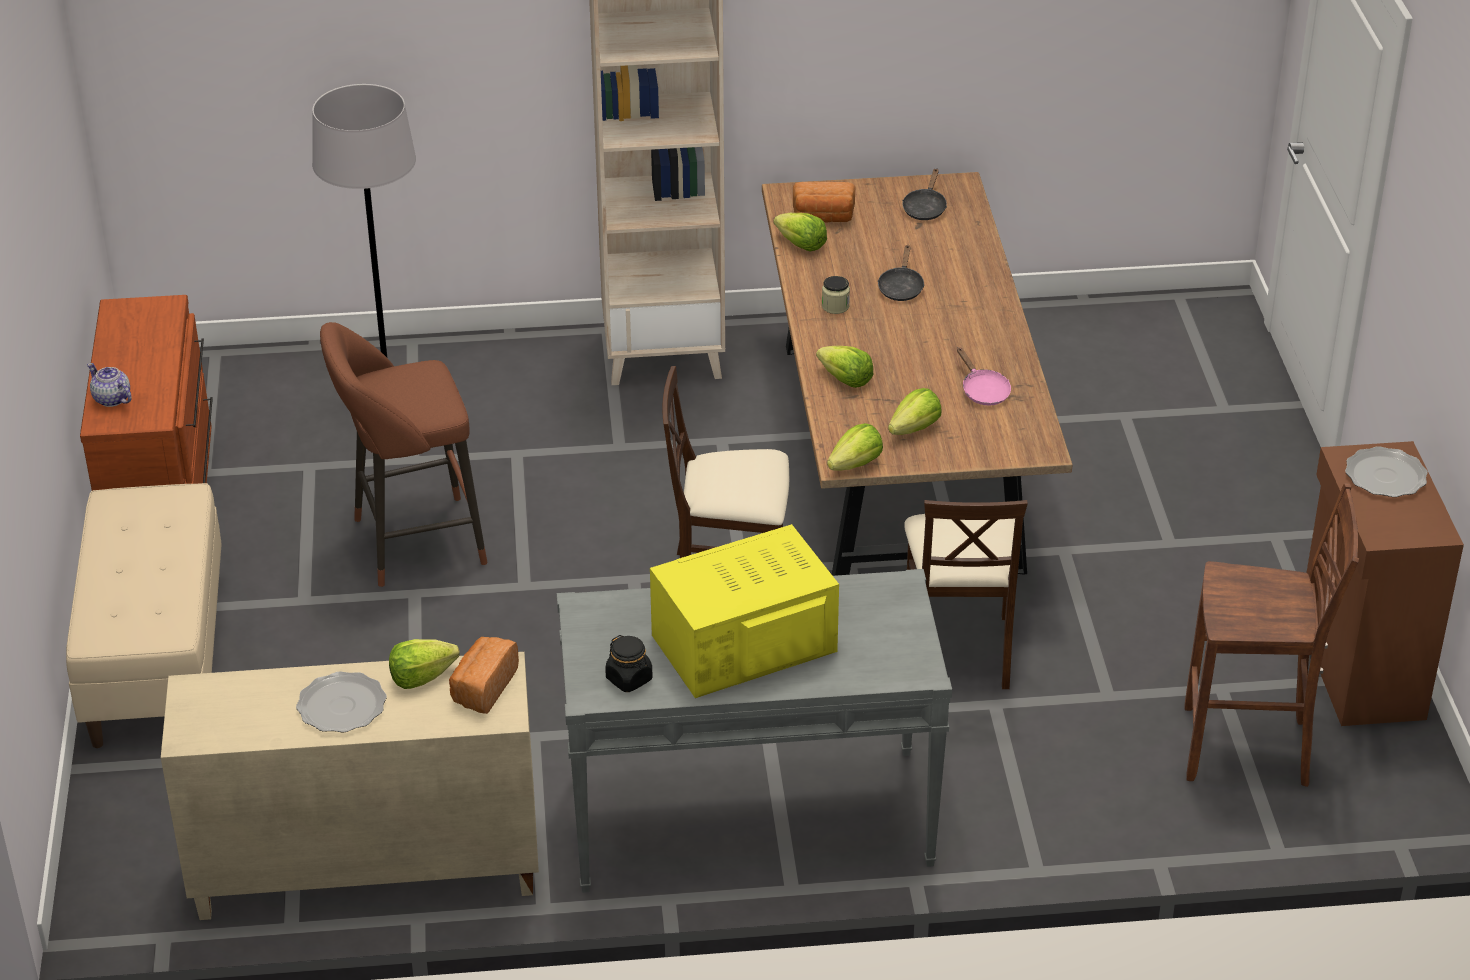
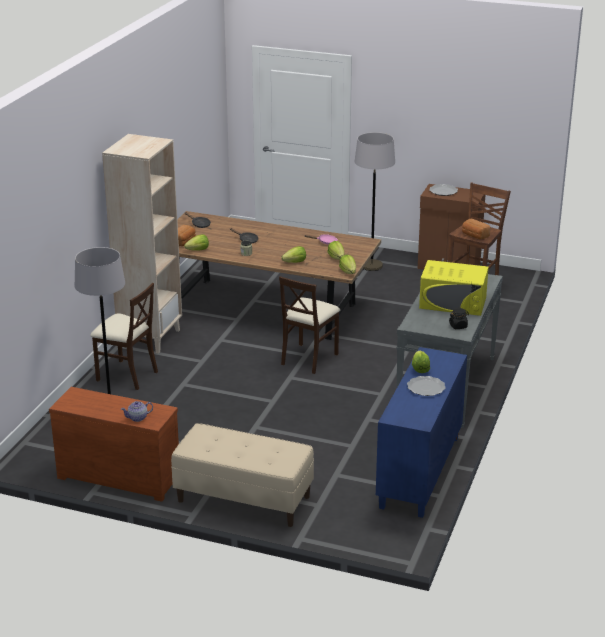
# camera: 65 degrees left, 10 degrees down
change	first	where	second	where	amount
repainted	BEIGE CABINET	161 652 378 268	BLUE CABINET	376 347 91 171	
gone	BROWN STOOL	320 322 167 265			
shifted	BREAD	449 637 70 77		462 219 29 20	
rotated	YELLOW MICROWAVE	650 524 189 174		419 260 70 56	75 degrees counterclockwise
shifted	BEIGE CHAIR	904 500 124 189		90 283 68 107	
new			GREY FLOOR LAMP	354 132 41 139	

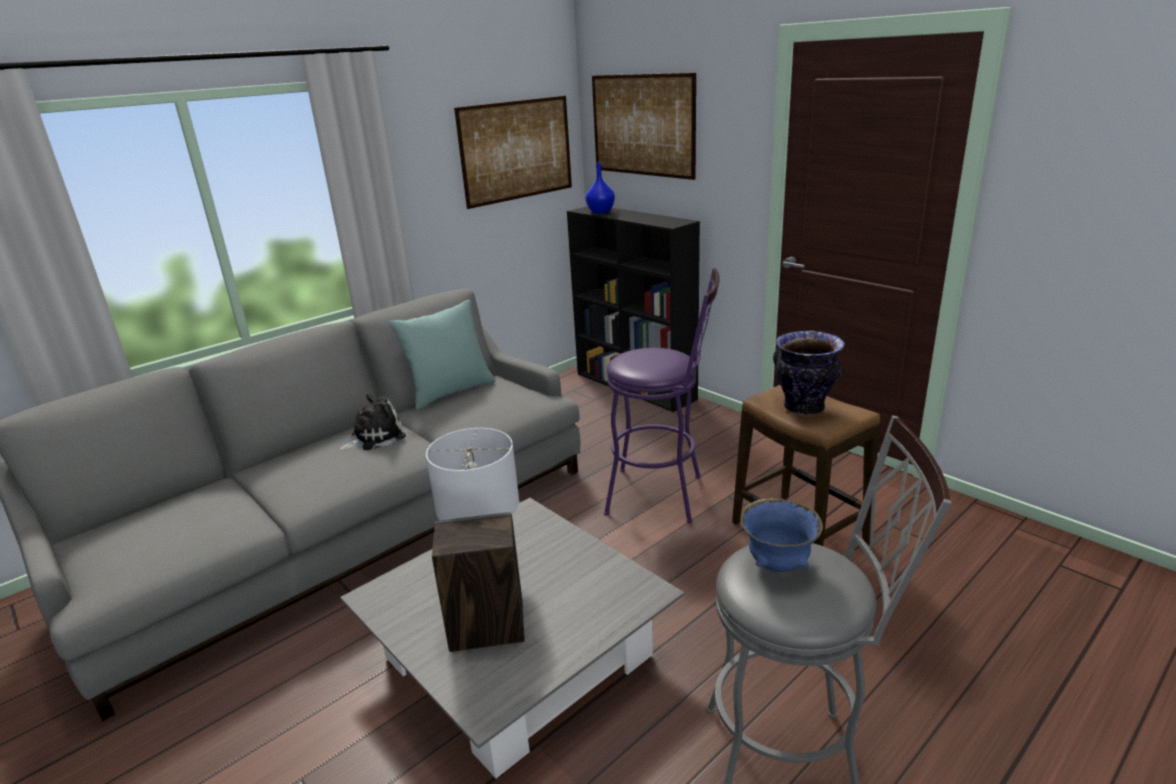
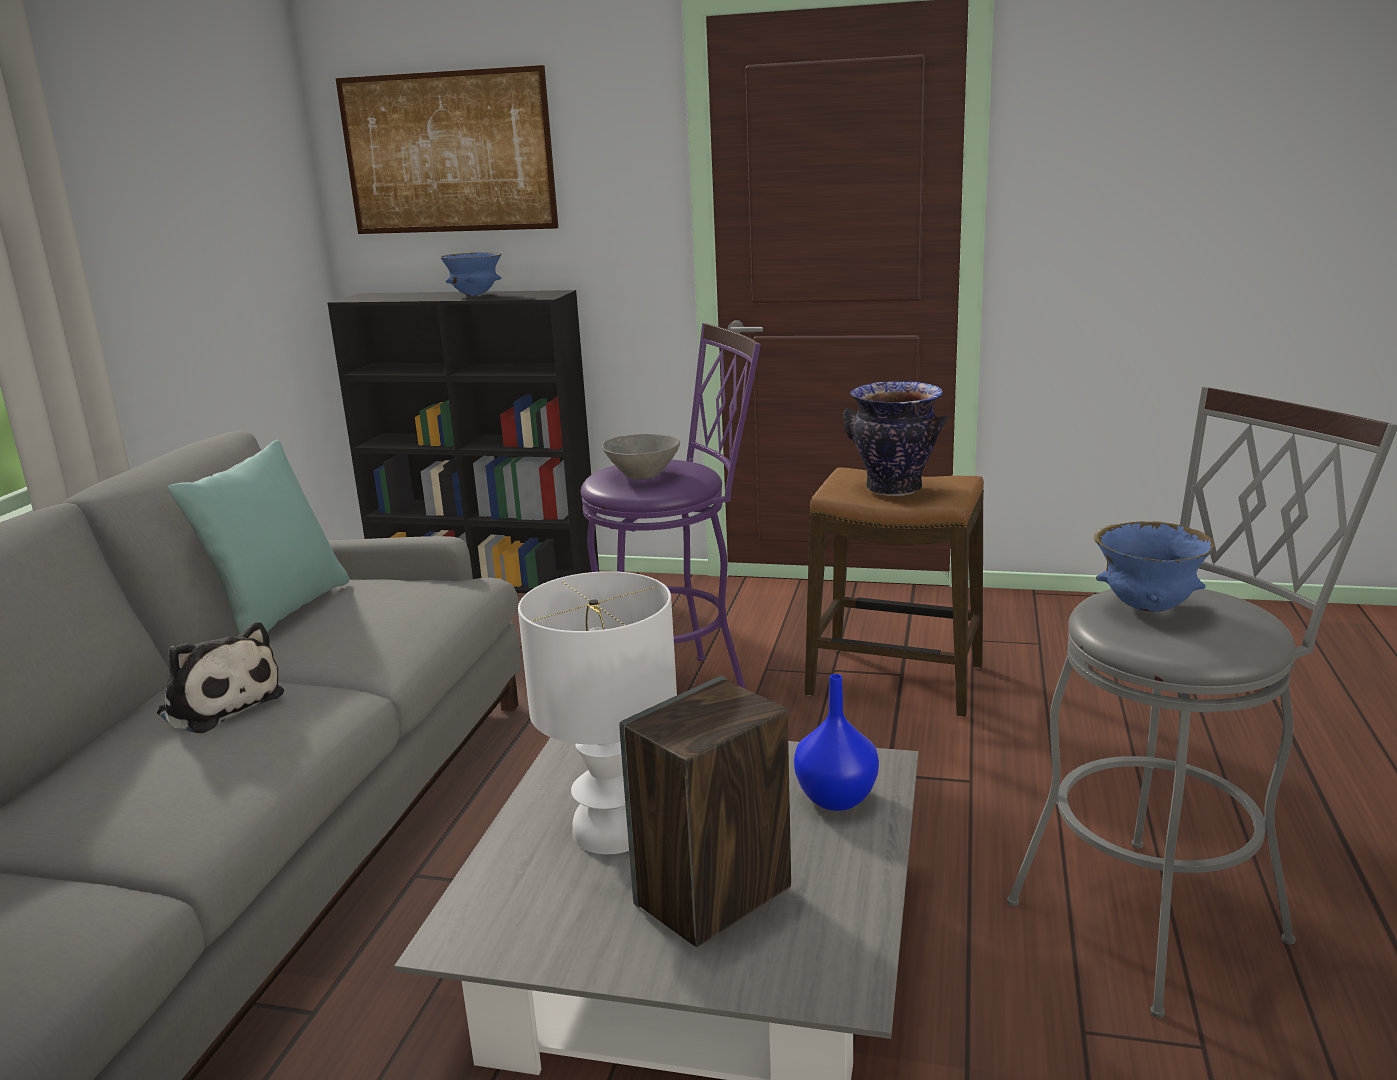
# camera: 35 degrees left, 5 degrees down
change	first	where	second	where	amount
rotated	PLUSH TOY	339 394 67 56		157 622 127 111	105 degrees clockwise
gone	PICTURE	454 96 118 113			
shifted	BLUE VASE	585 162 30 52		794 674 85 137	
new			BLUE BOWL	440 252 62 44	
new			GREY BOWL	602 434 78 46	

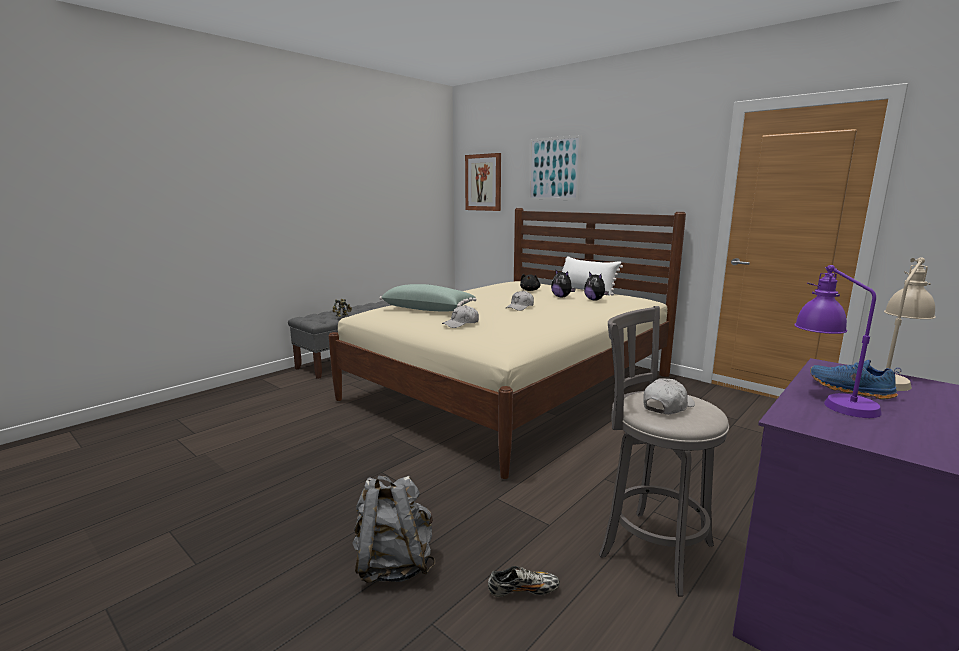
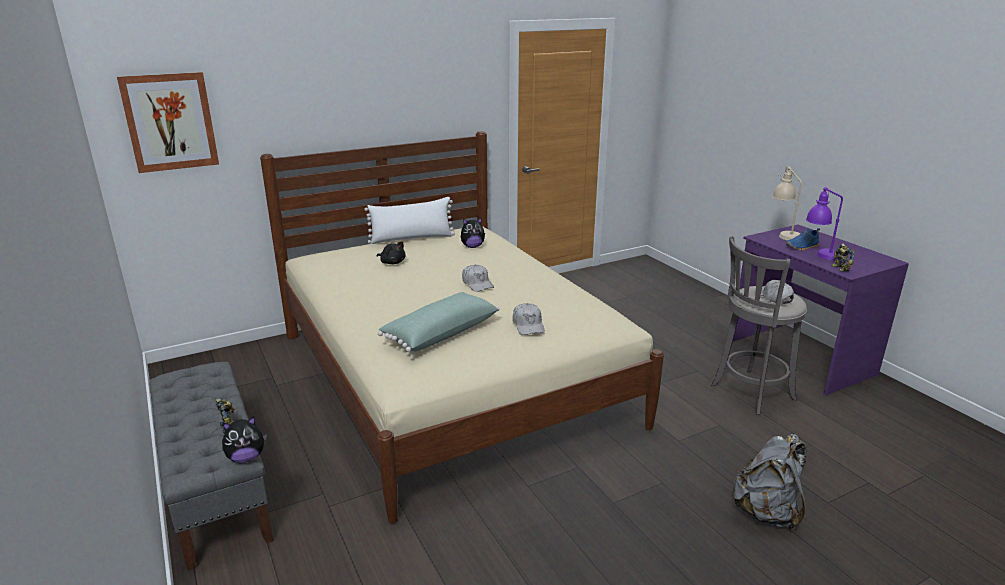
# camera: 70 degrees left, 10 degrees up
change	first	where	second	where	amount
gone	PICTURE	528 135 54 65			
shifted	PLUSH TOY	551 269 25 28		222 417 45 46	
new			TOY ROBOT	831 243 24 29	

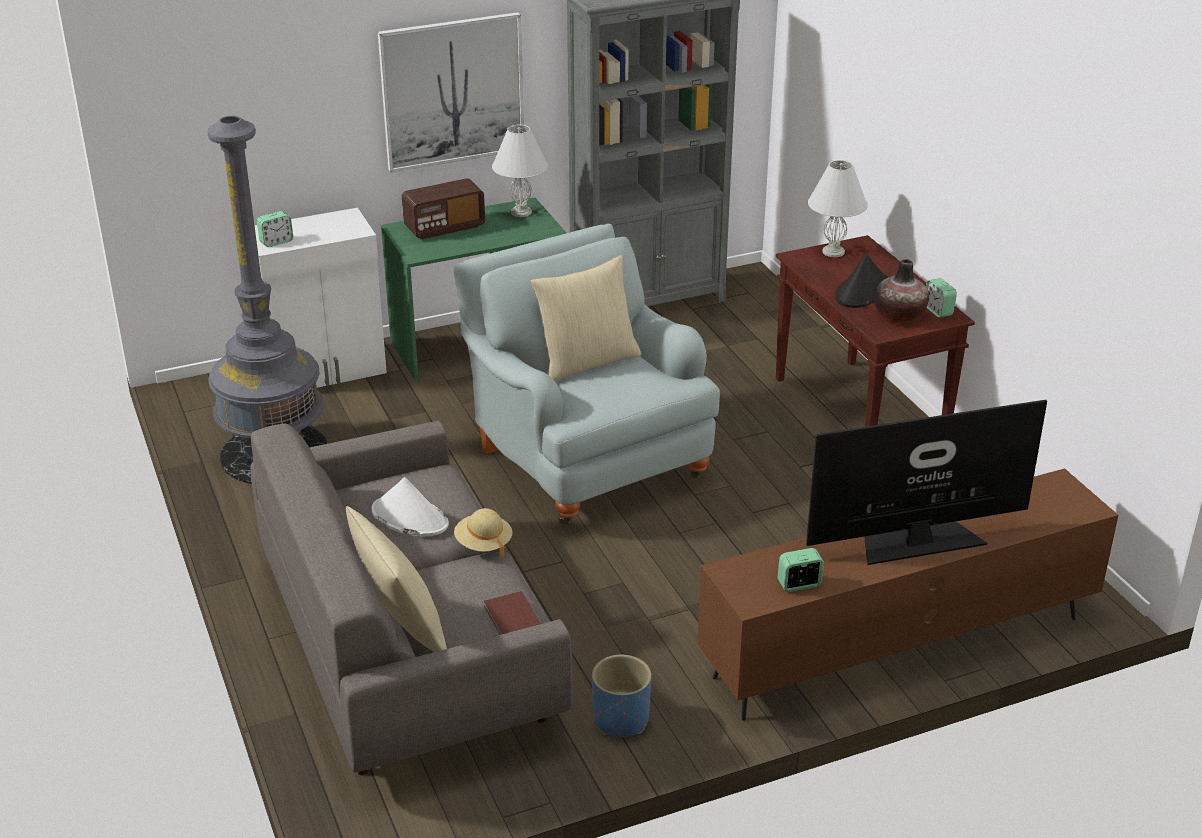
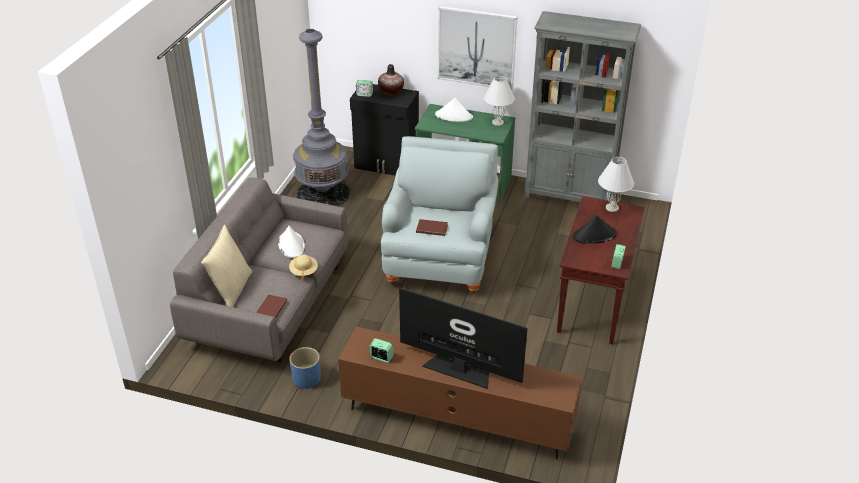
# camera: 40 degrees right, 5 degrees up
change	first	where	second	where	amount
repainted	WHITE CABINET	255 208 132 180	BLACK CABINET	350 84 69 92	
swapped	RADIO	402 178 83 61	WHITE HAT	435 98 38 24	
gone	BEIGE PILLOW	530 255 111 127			
shifted	VASE	874 259 55 65		378 64 26 31	
new			BROWN BOOK	416 219 32 17	

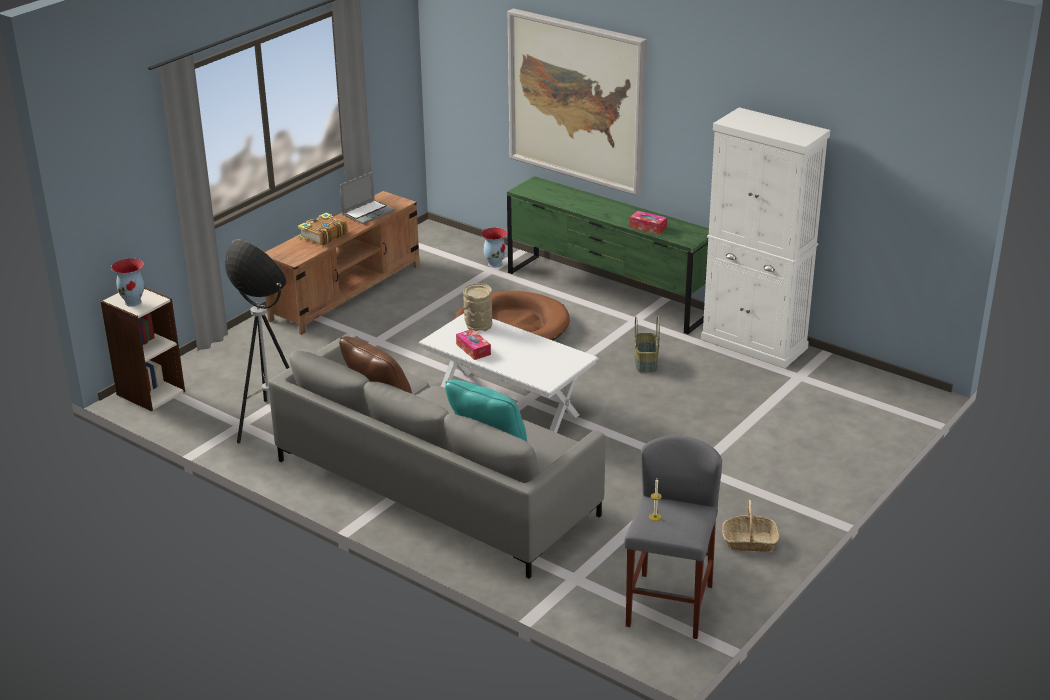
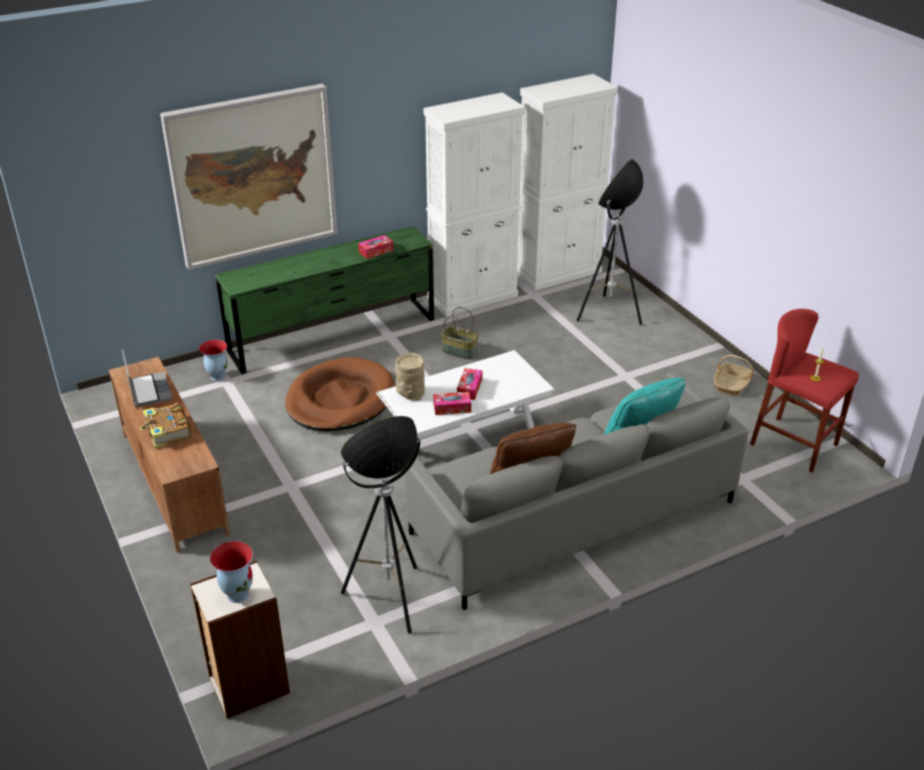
# camera: 65 degrees left, 5 degrees up
change	first	where	second	where	amount
repainted	GREY STOOL	624 435 98 204	RED STOOL	750 309 109 163	
new			TISSUE BOX	457 368 25 32	
new			WHITE CABINET	517 74 101 217	
new			FLOOR LAMP	576 159 67 166	

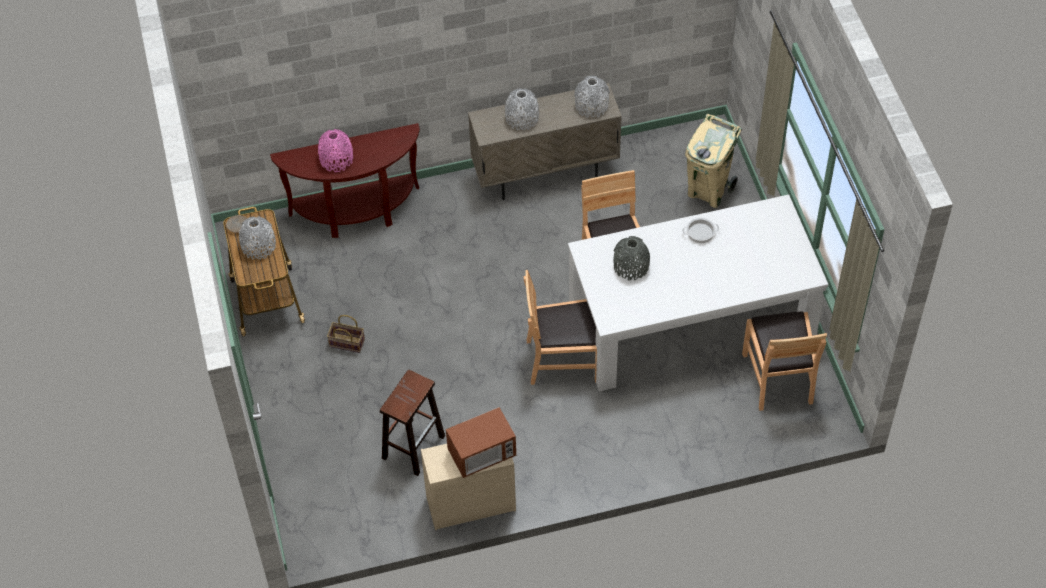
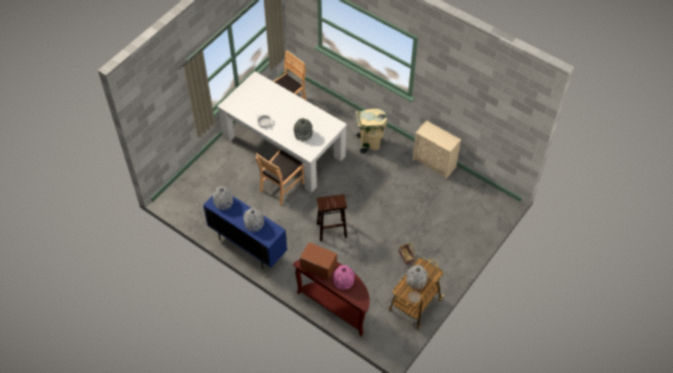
# camera: 130 degrees left, 0 degrees up
change	first	where	second	where	amount
shifted	BROWN STOOL	380 370 65 106		316 194 31 47	
shifted	MICROWAVE	446 407 70 71		300 242 37 38	
repainted	BEIGE CABINET	468 83 154 117	BLUE CABINET	203 191 84 78	
gone	BROWN CHAIR	524 270 73 115			
shifted	BEIGE TRASH CAN	685 114 57 94		356 109 31 45	

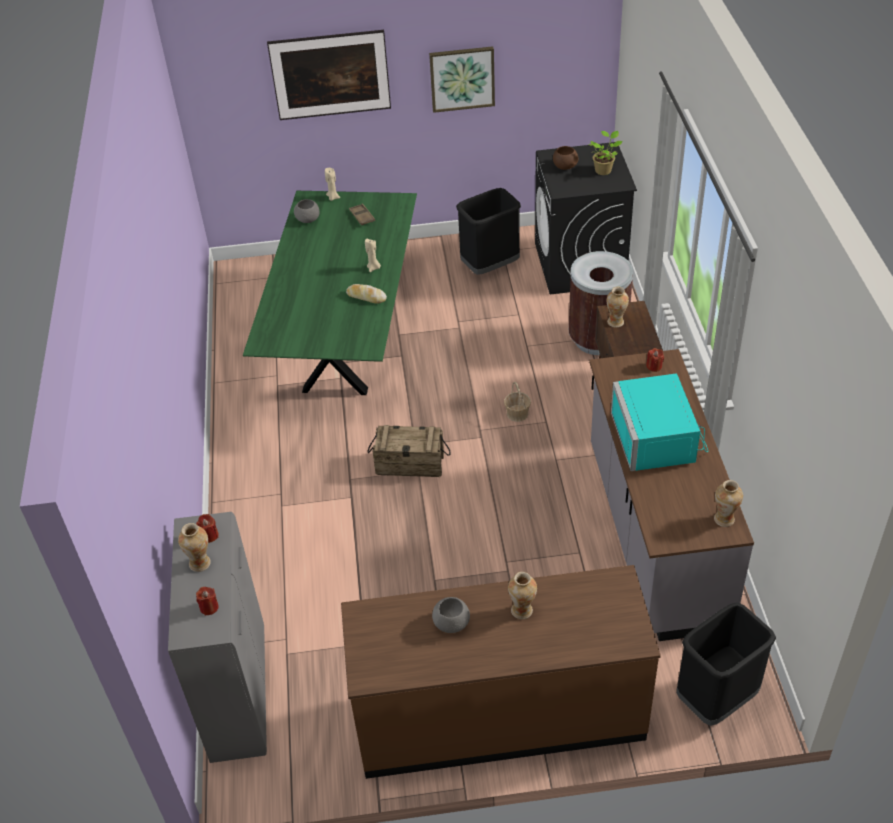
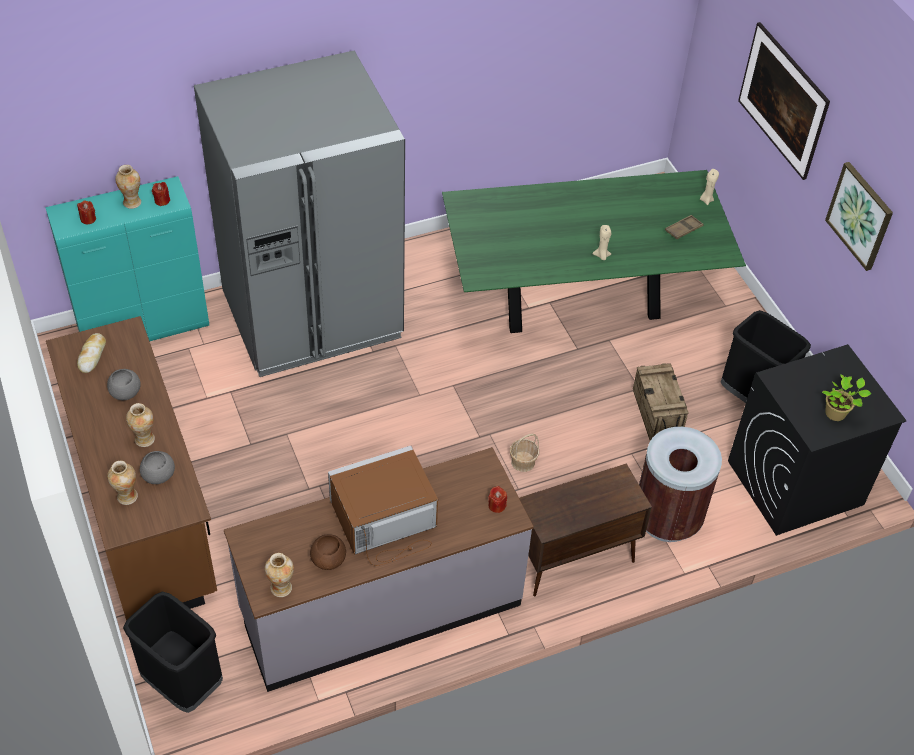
# camera: 70 degrees right, 5 degrees up
change	first	where	second	where	amount
repainted	GREY CABINET	168 512 99 251	TURQUOISE CABINET	45 176 164 165	
shifted	GREY BOWL	294 199 25 24		140 451 35 33	
shifted	BREAD	346 284 41 19		77 333 29 40	
shifted	CRATE	368 425 82 52		633 363 56 78	
shifted	BROWN BOWL	553 146 25 24		310 534 36 36	
shifted	VASE	607 287 22 40		107 461 31 44	
repainted	TURQUOISE MICROWAVE	611 373 97 98	BROWN MICROWAVE	328 446 110 120	
new			GREY FRIDGE	194 51 211 326	

